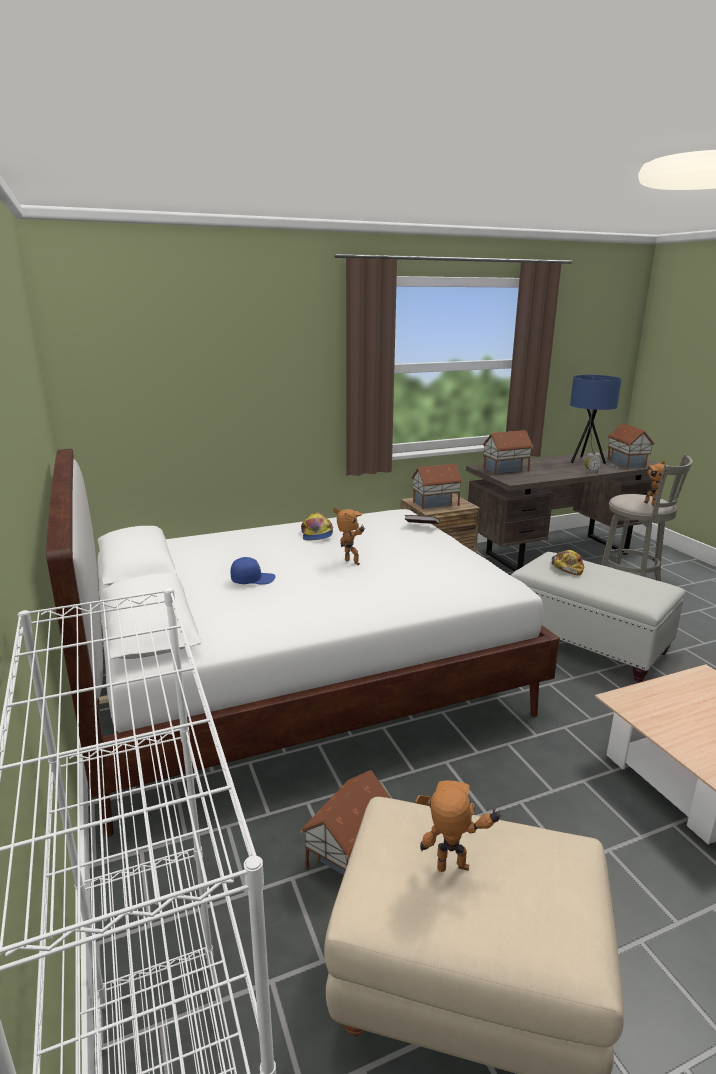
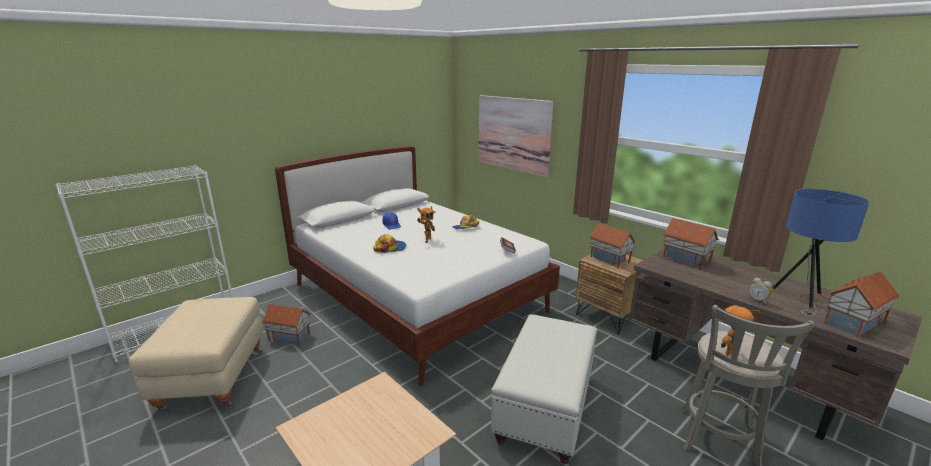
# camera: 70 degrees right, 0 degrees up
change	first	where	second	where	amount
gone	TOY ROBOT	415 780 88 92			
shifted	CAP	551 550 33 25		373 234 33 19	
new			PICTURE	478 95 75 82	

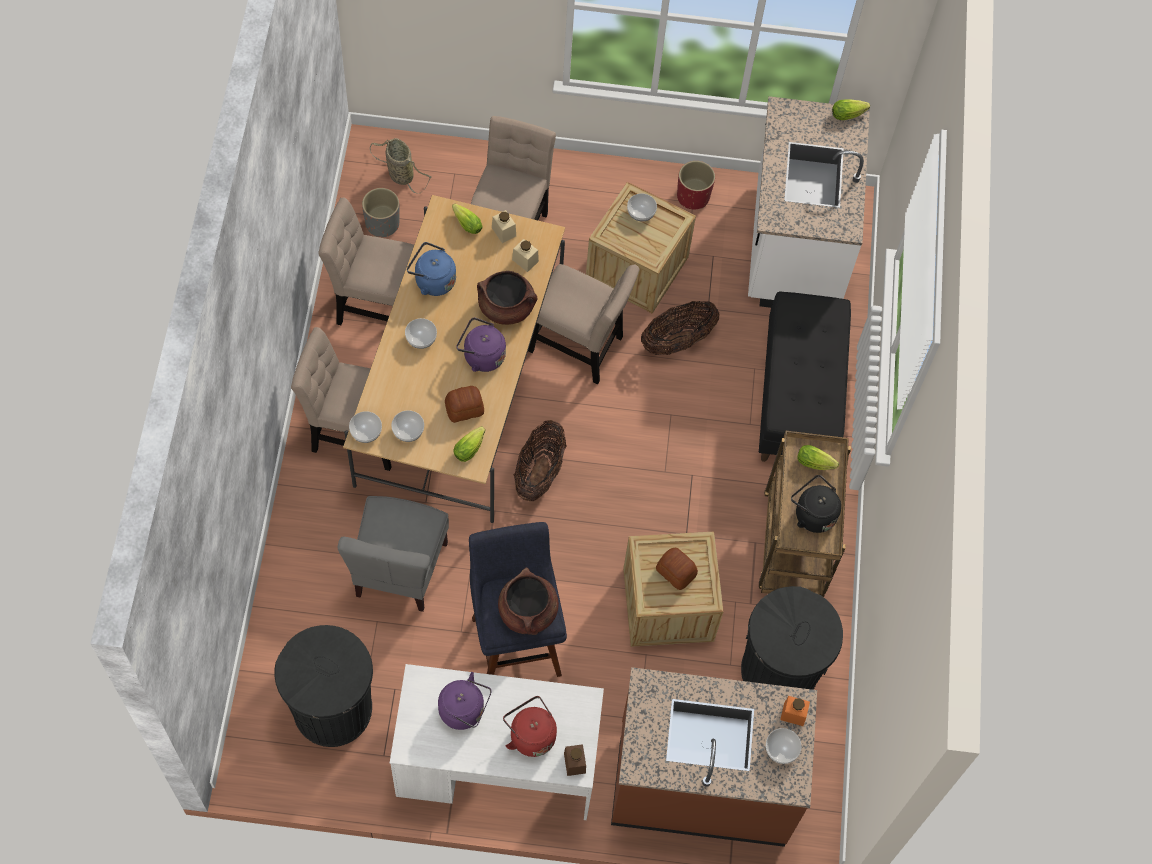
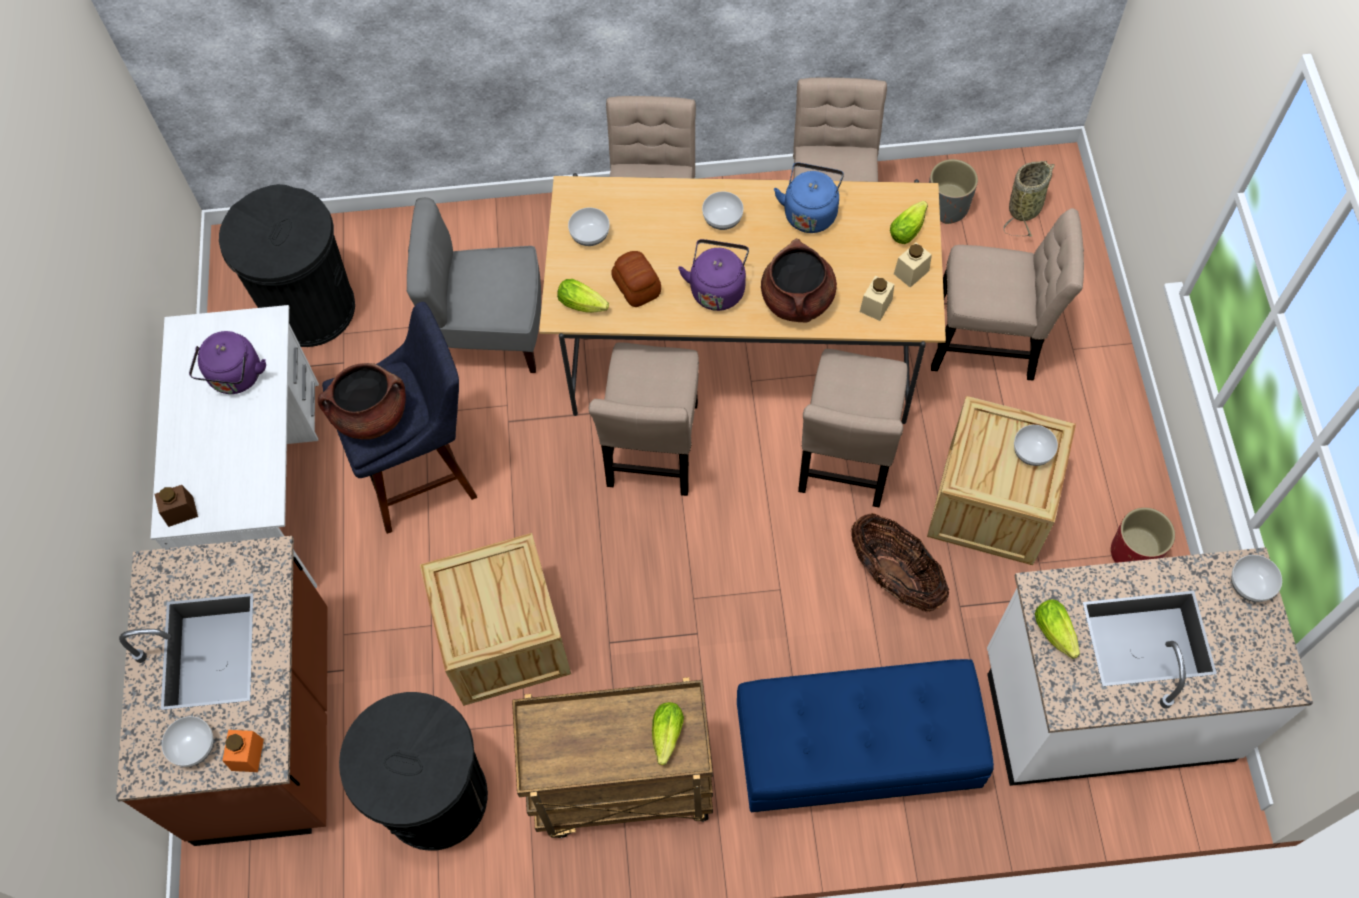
# camera: 85 degrees right, 0 degrees up
change	first	where	second	where	amount
shifted	BOWL	349 411 33 32		1231 555 51 47	
gone	RED KETTLE	503 696 54 61			
swapped	BASKET	514 420 52 82	BEIGE CHAIR	589 342 110 154	
gone	BREAD	656 548 42 42			
repainted	BLACK BENCH	759 292 92 170	BLUE BENCH	737 659 257 153	
gone	BLACK KETTLE	791 475 50 58			
shifted	LETTUCE	832 99 38 21		1035 599 45 60	

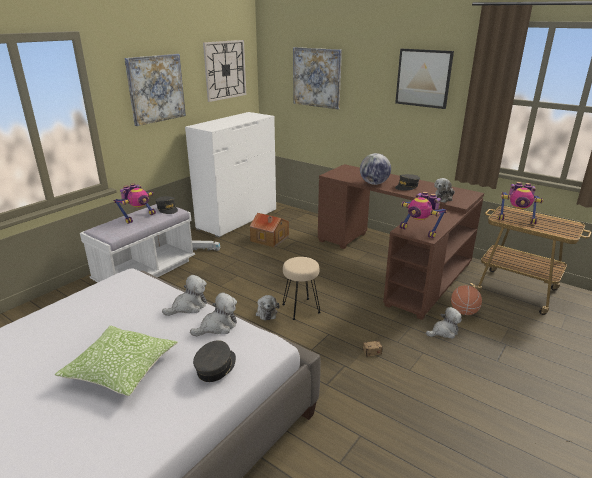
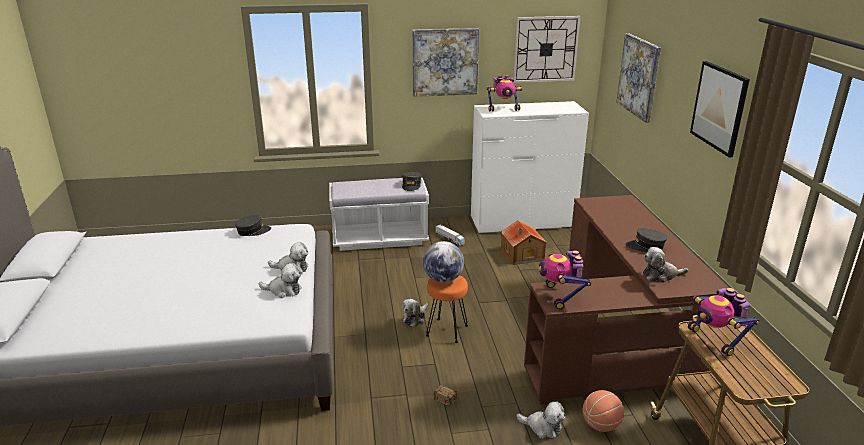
# camera: 45 degrees right, 0 degrees up
change	first	where	second	where	amount
gone	PILLOW	55 325 123 71			
shifted	TOY ROBOT	114 183 42 41		486 75 37 37	
shifted	GREY CAP	193 340 43 42		235 215 36 21	
repainted	BEIGE STOOL	282 257 39 63	ORANGE STOOL	426 275 42 68	
shifted	GLOBE	360 153 31 32		423 241 41 42	

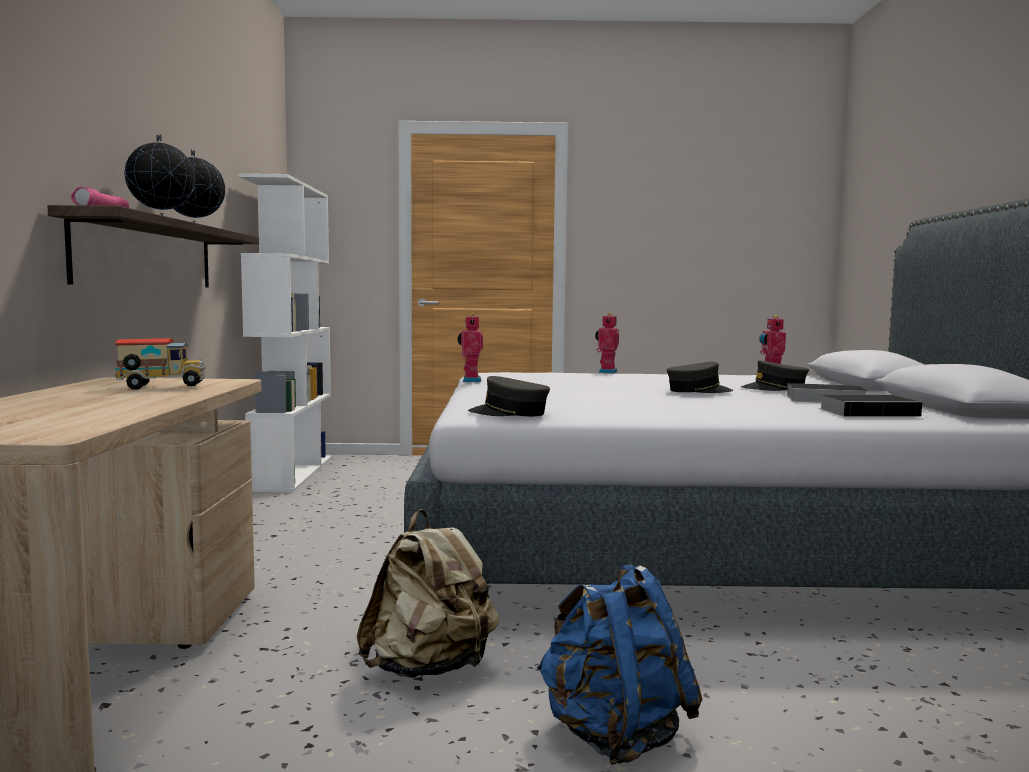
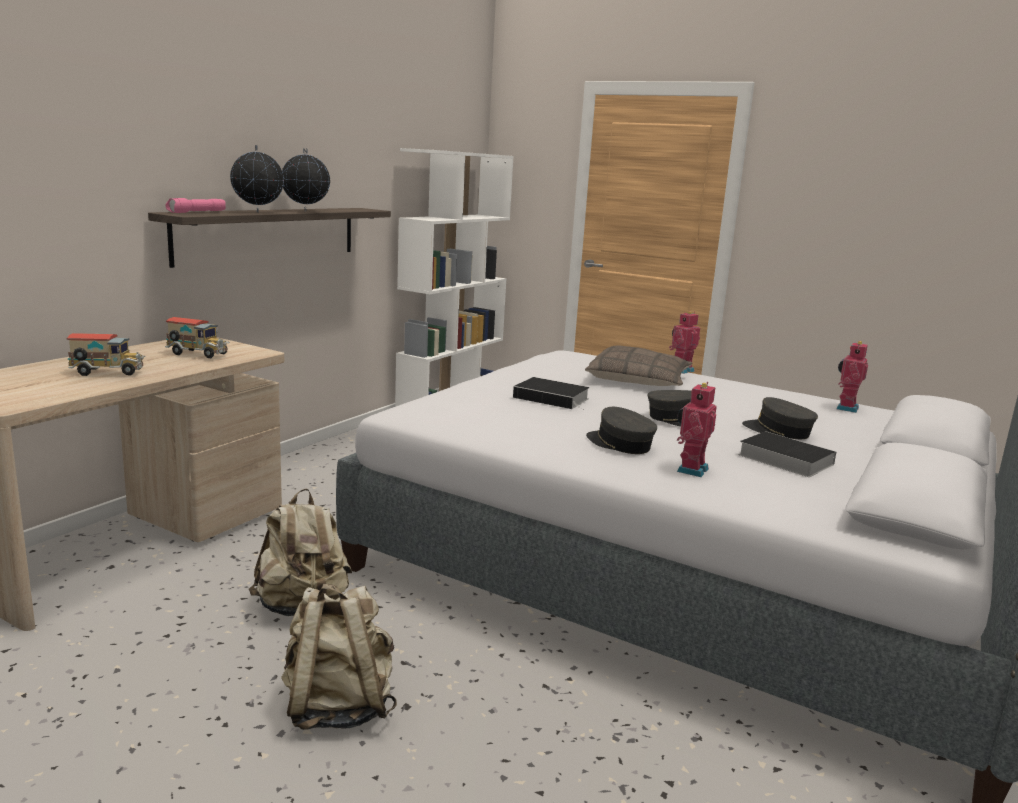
# camera: 30 degrees right, 10 degrees up
change	first	where	second	where	amount
shifted	TOY ROBOT	458 313 25 69		677 382 40 95	
shifted	GREY CAP	468 376 82 40		586 407 71 47	
repainted	BLUE BACKPACK	537 564 165 201	BEIGE BACKPACK	281 584 116 146	
shifted	BOOK	819 394 103 23		513 377 77 34	
new			TOY TRUCK	67 333 78 43	
new			PILLOW	585 345 107 41	

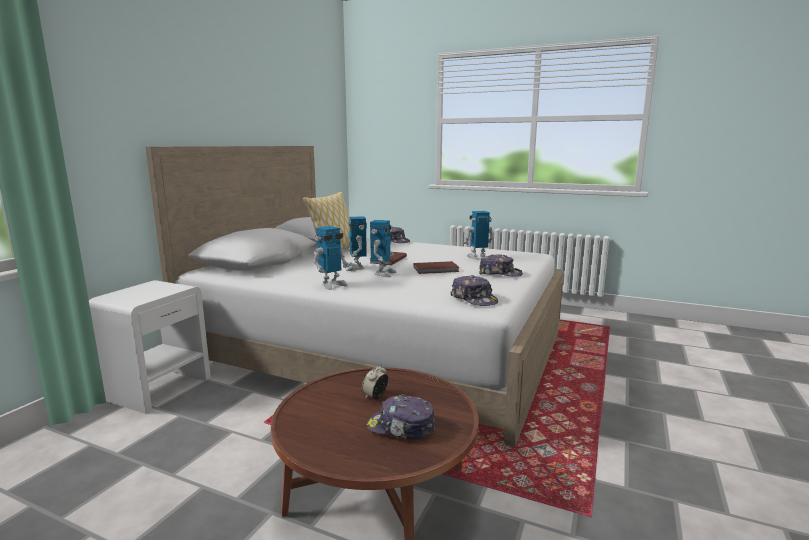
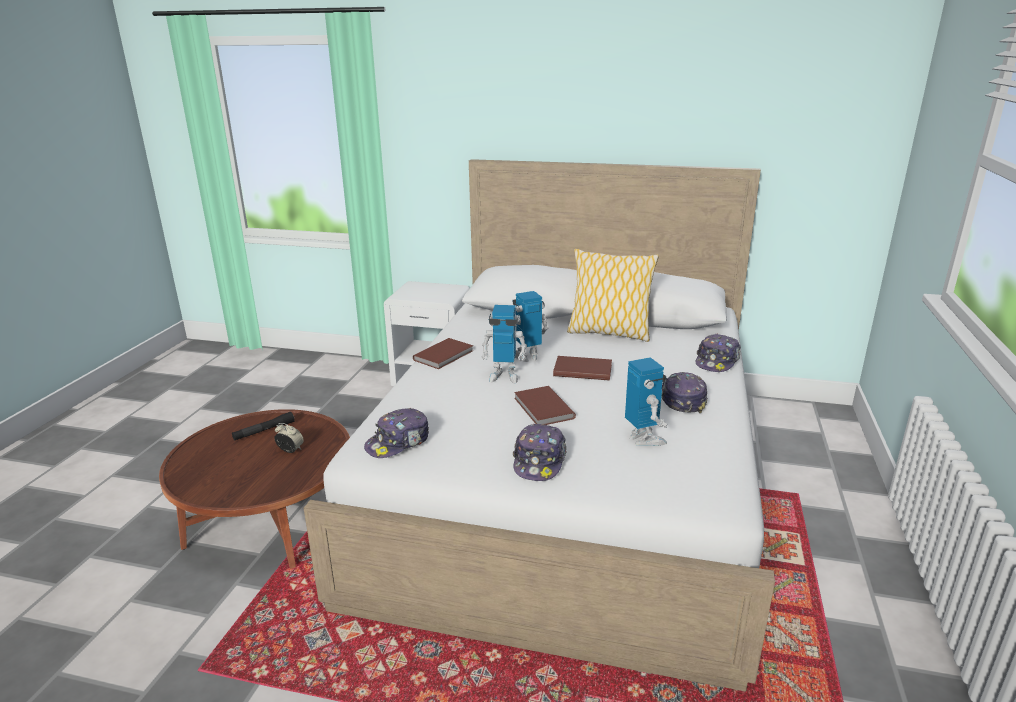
# camera: 80 degrees right, 10 degrees up
change	first	where	second	where	amount
swapped	TOY ROBOT	313 226 36 64	BROWN BOOK	413 338 60 31	
shifted	CAP	366 395 69 45		662 372 46 41	
new			BLACK FLASHLIGHT	232 412 63 28	

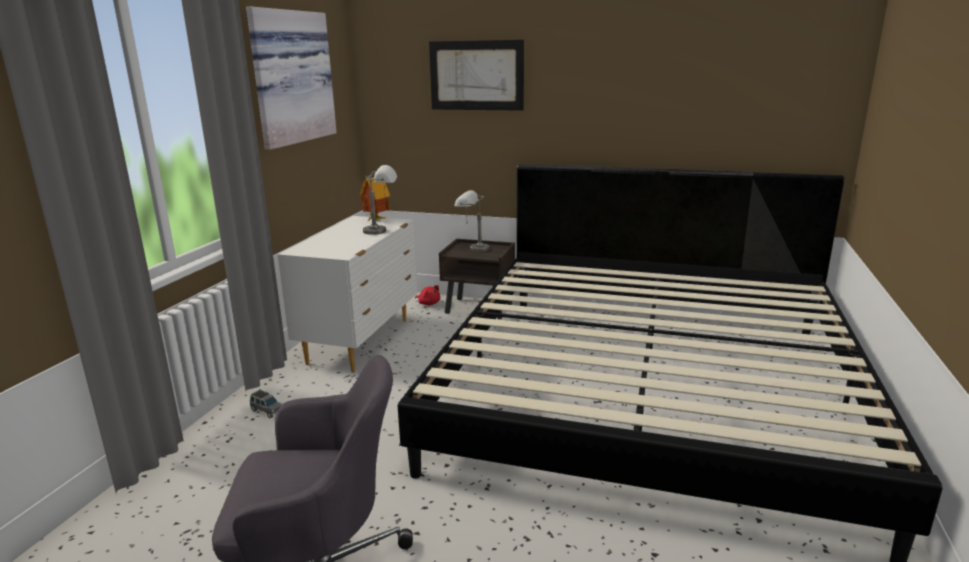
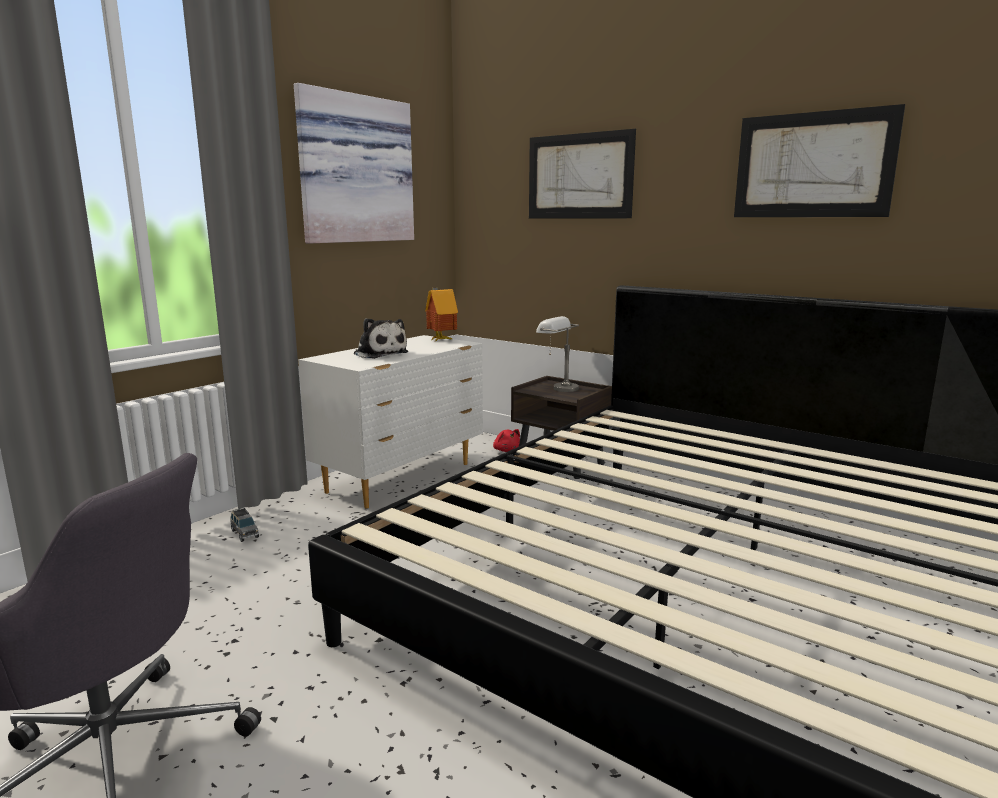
# camera: 20 degrees right, 5 degrees down
change	first	where	second	where	amount
gone	GREY TABLE LAMP	363 165 34 70			
new			PLUSH TOY	354 318 54 41	
new			PICTURE	734 104 171 113	

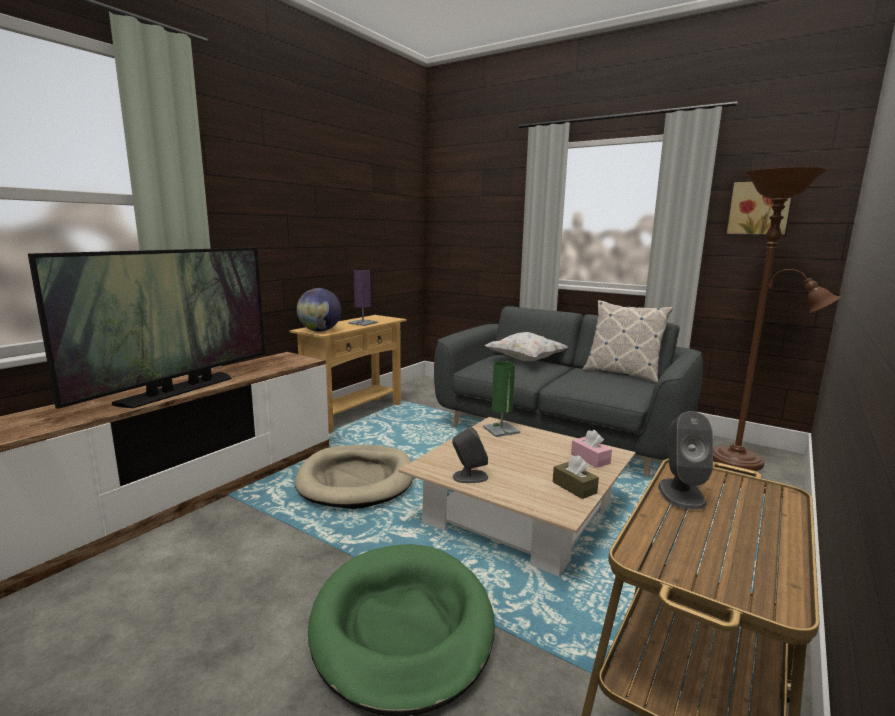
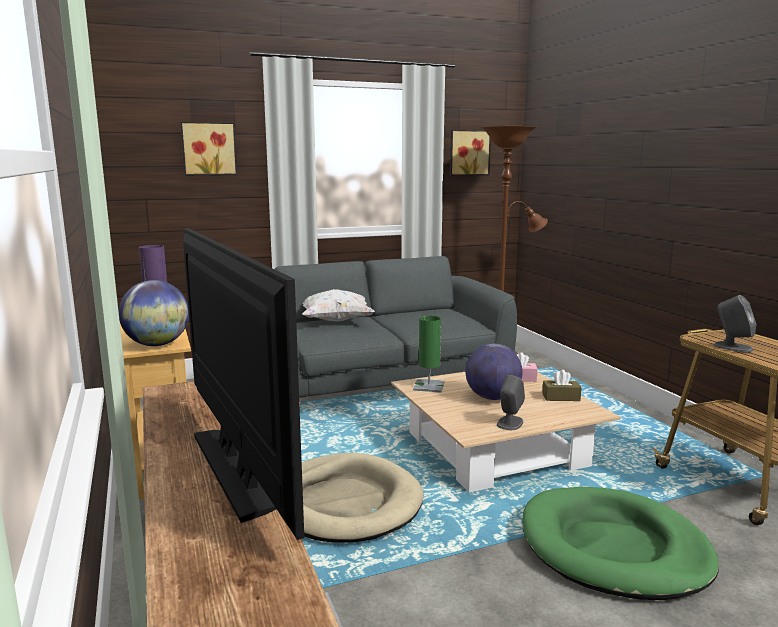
# camera: 55 degrees left, 0 degrees up
change	first	where	second	where	amount
gone	PILLOW	582 300 91 83			
new			PICTURE	180 121 58 55	
new			GLOBE	466 344 56 56	

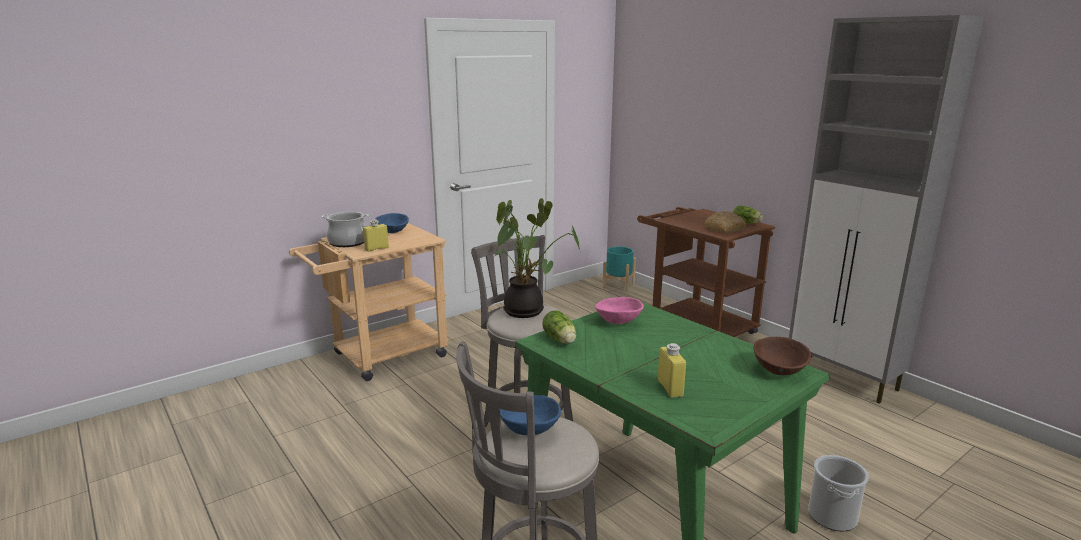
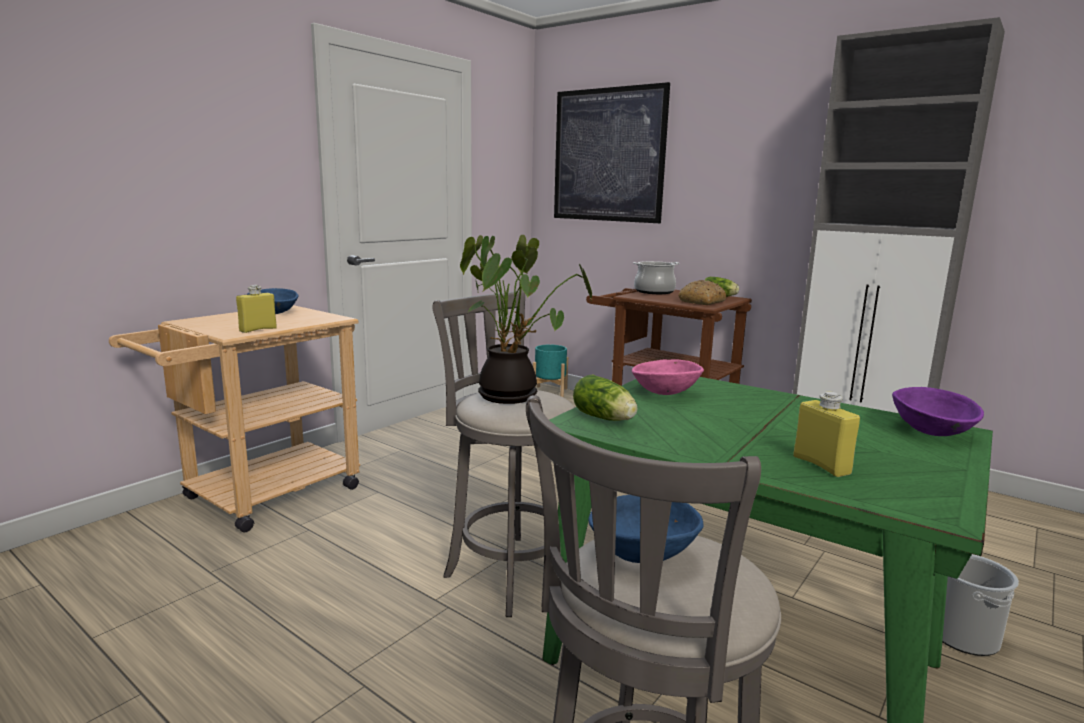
# camera: 15 degrees left, 5 degrees down
change	first	where	second	where	amount
shifted	COOKING POT	322 212 47 35		633 261 46 33	
repainted	BROWN BOWL	753 337 58 38	PURPLE BOWL	892 387 92 49	
new			PICTURE	554 82 116 141	

